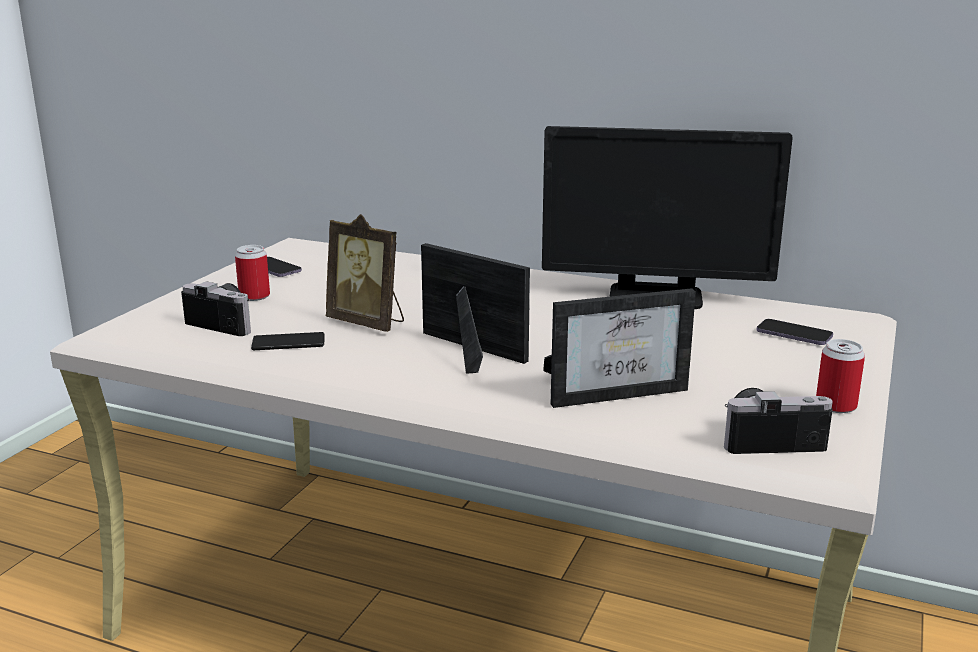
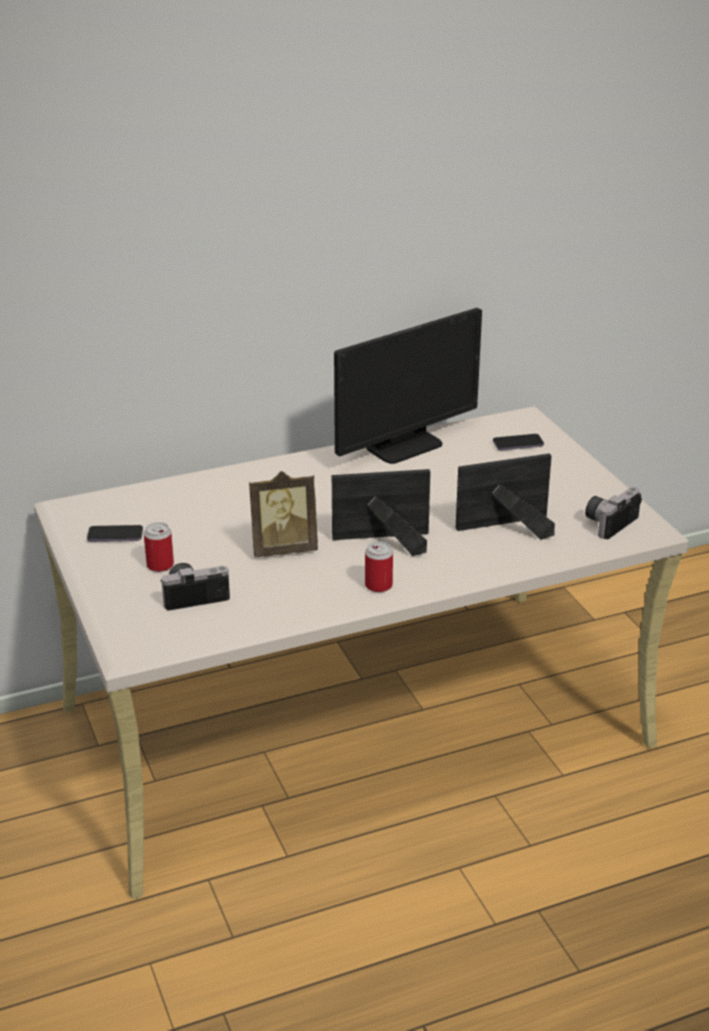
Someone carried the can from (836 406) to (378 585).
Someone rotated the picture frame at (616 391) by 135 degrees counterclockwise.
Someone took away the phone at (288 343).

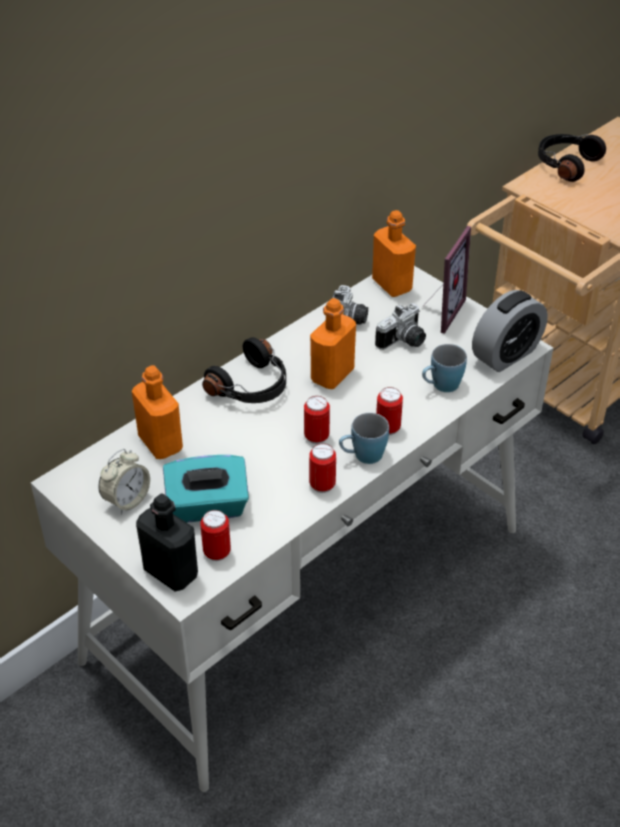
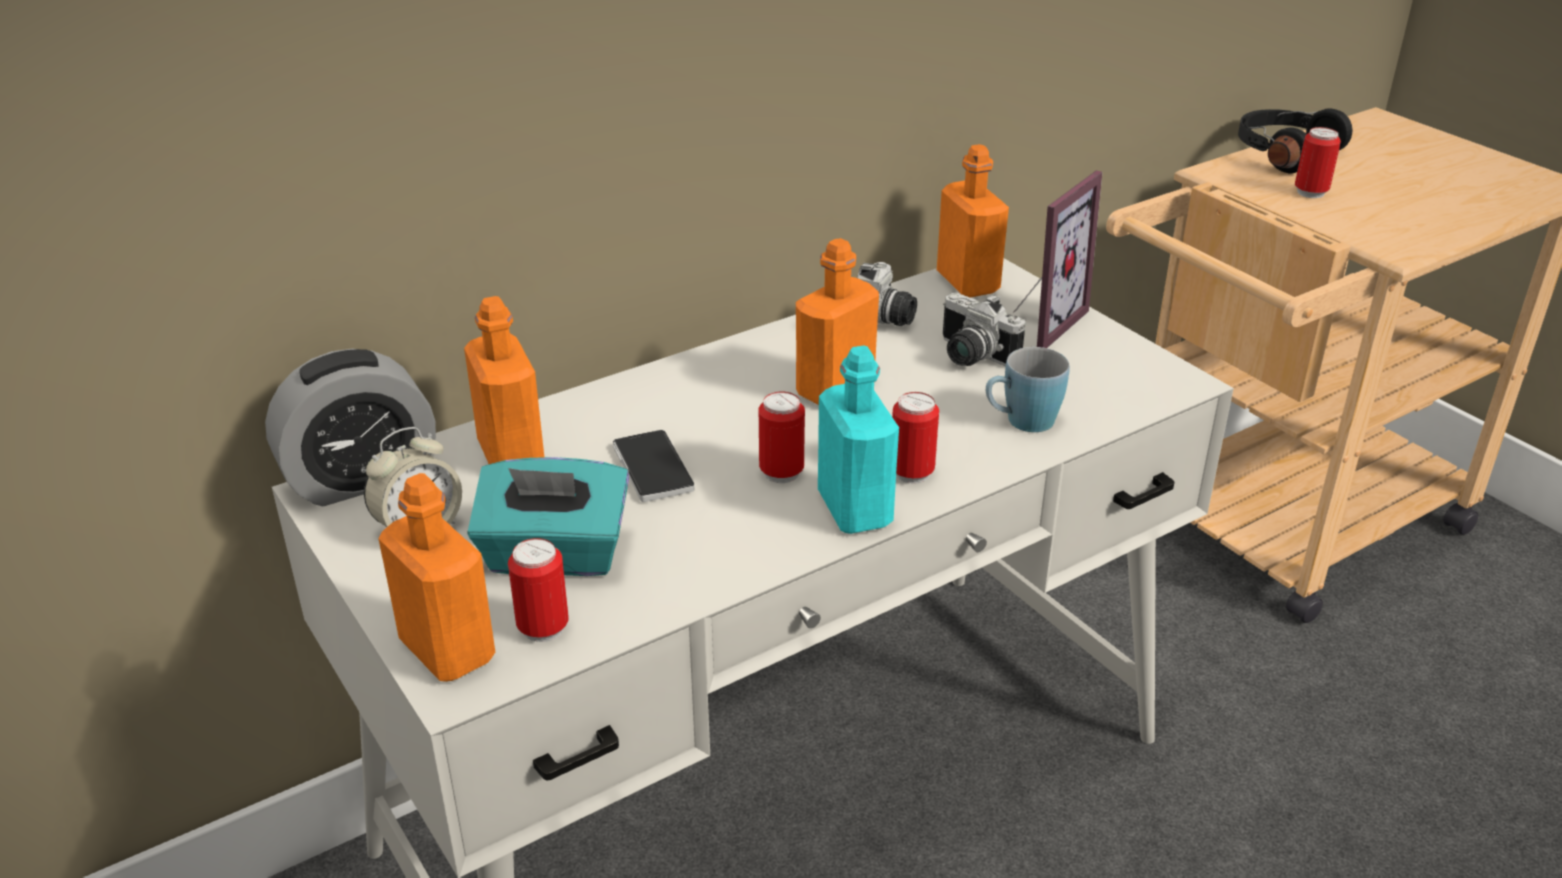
Someone carried the alarm clock from (506 355) to (361 479).
Someone repainted the black bottle at (171 572), which became the orange bottle at (447 650).
Someone put down the phone at (653 468).
Someone swapped the blue mug at (362 456) for the turquoise bottle at (854 509).
Someone rotated the photo camera at (404 342) by 75 degrees clockwise.
Someone carried the can from (322 485) to (1310 192).
Someone took away the black headphones at (252 387).

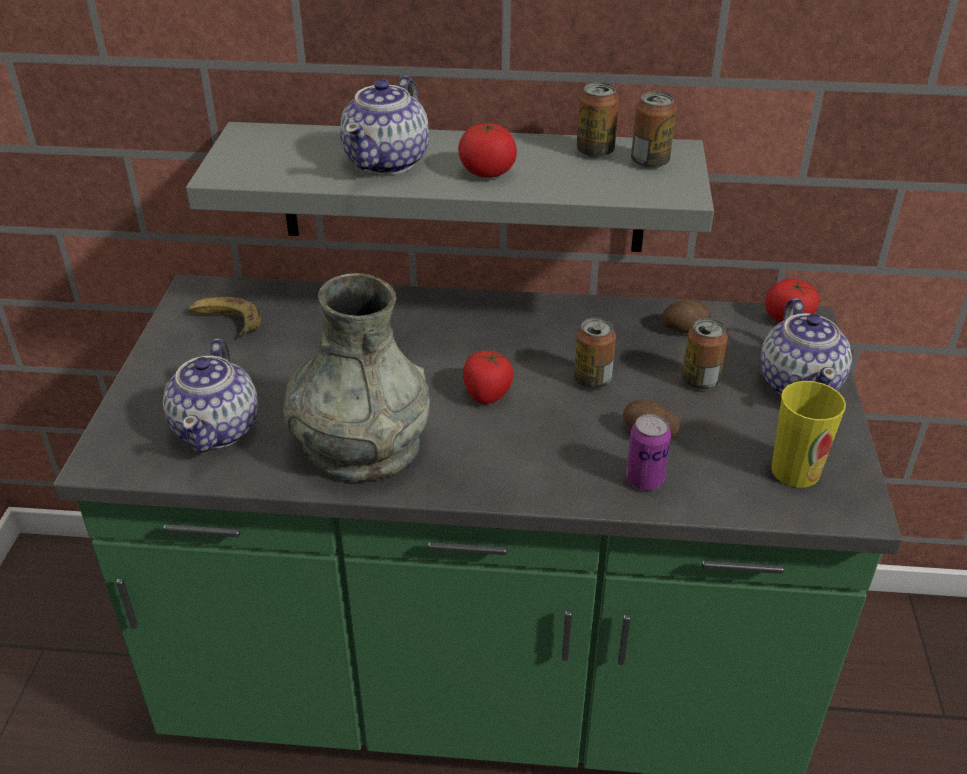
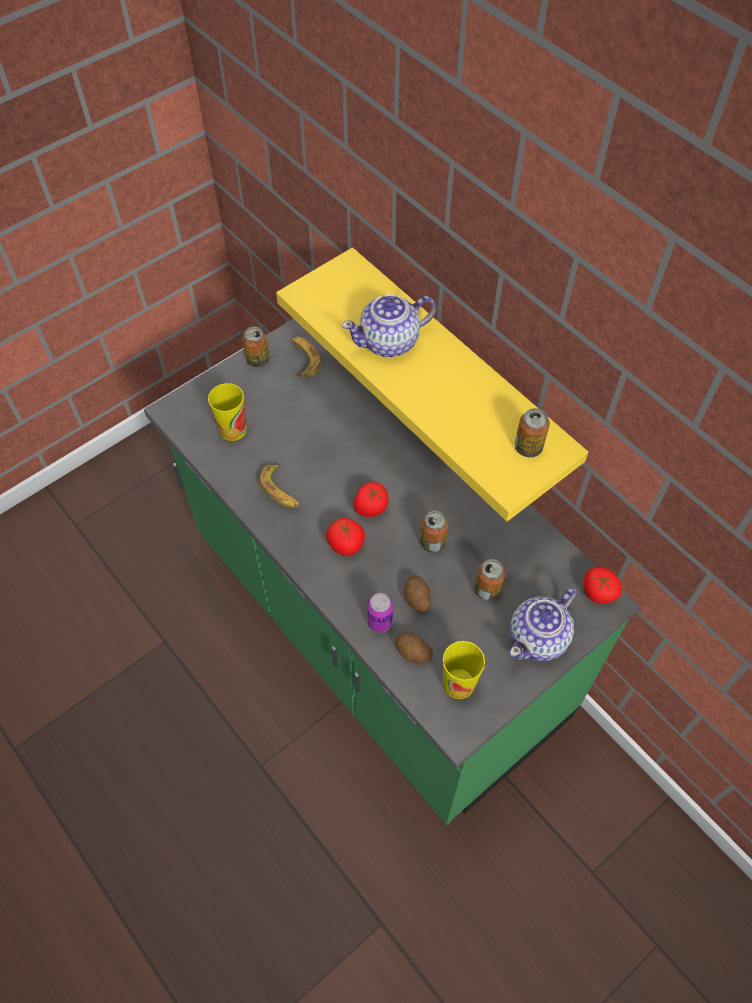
Someone swapped the teapot at (218 429) for the cup at (233 429).
Someone carried the can from (595 151) to (258 360).
Someone swapped the grey vase at (361 444) for the banana at (281 491).
Someone repainted the grey shelf at (462 188), which became the yellow shelf at (458 371).
Someone carried the tomato from (487 172) to (345 544).
Someone carried the potato from (685 329) to (412 652).

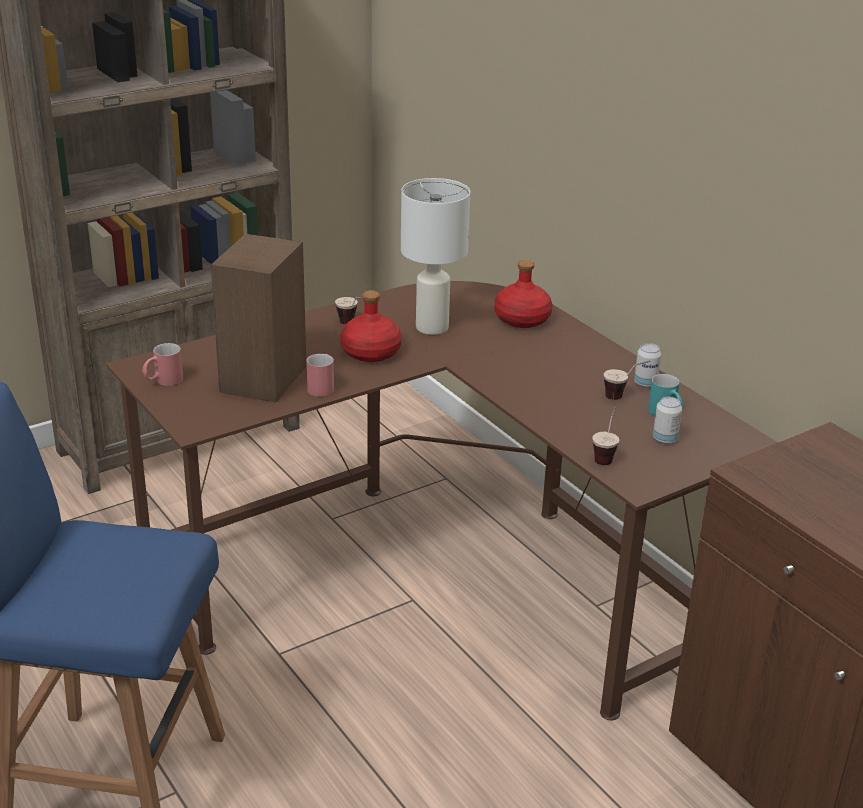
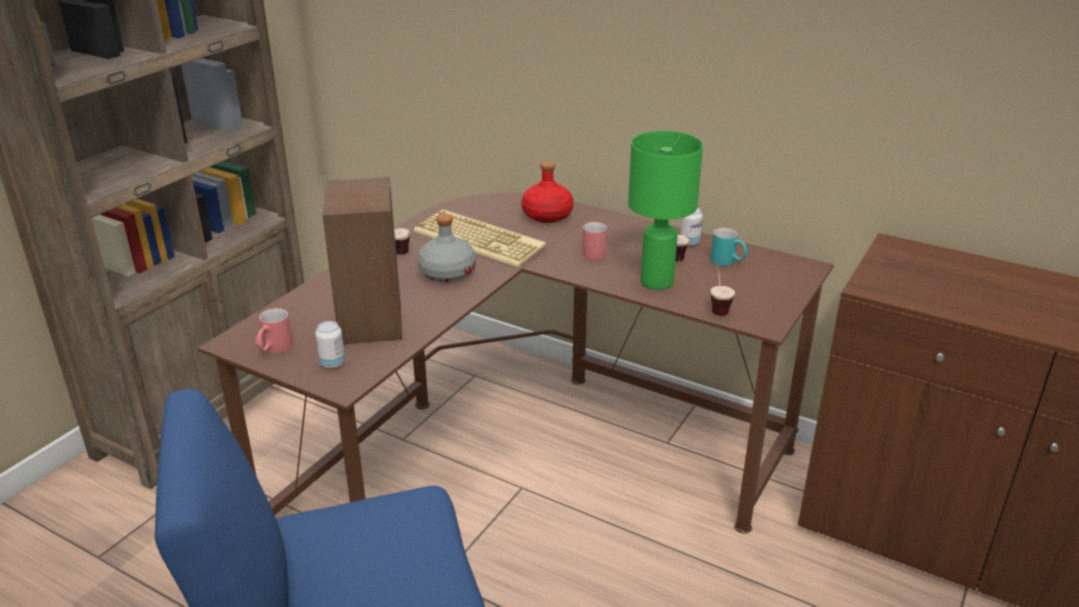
Someone carried the can from (665 439) to (332 363).
Someone swapped the white table lamp at (433 327) for the keyboard at (481 239).
Someone repainted the red bottle at (370 352), which became the grey bottle at (446 273).
Someone carried the red mug from (322 386) to (592 251).
Someone put down the green table lamp at (657 282).

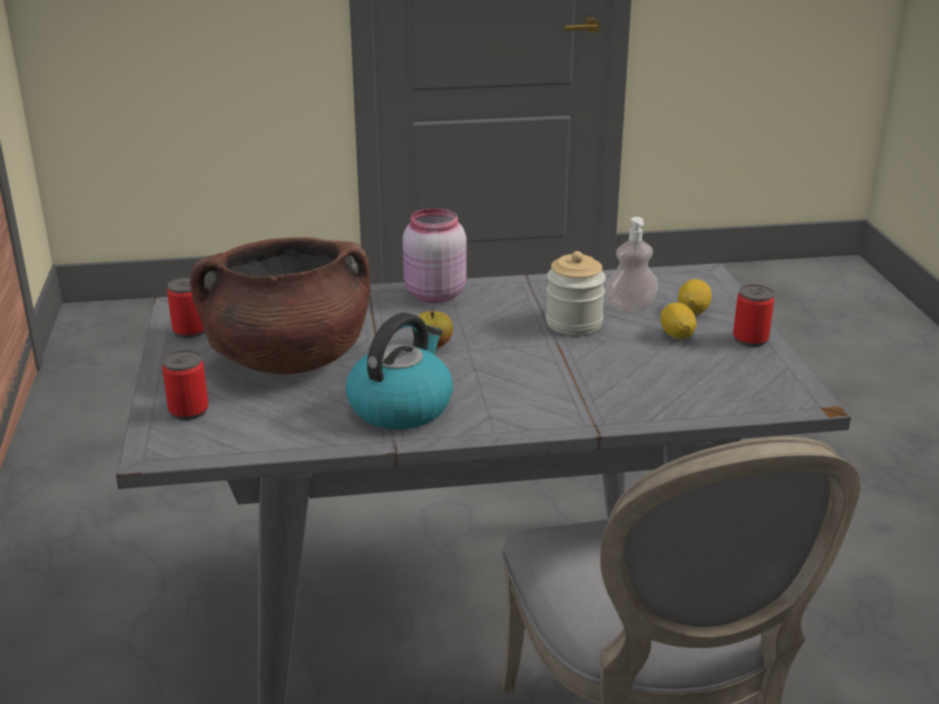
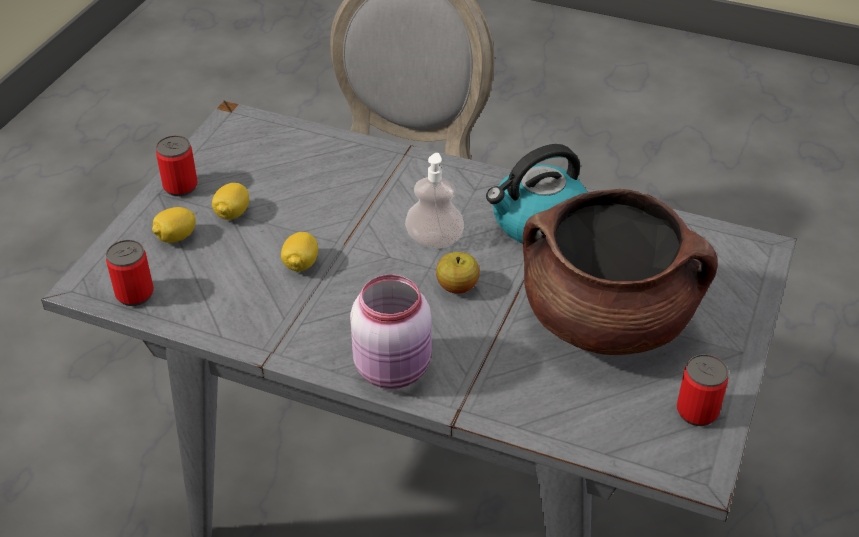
Someone carried the can from (188 411) to (135 294).
Someone swapped the jar at (574 323) for the lemon at (301 264).
Someone carried the soap dispenser from (630 307) to (434 240).

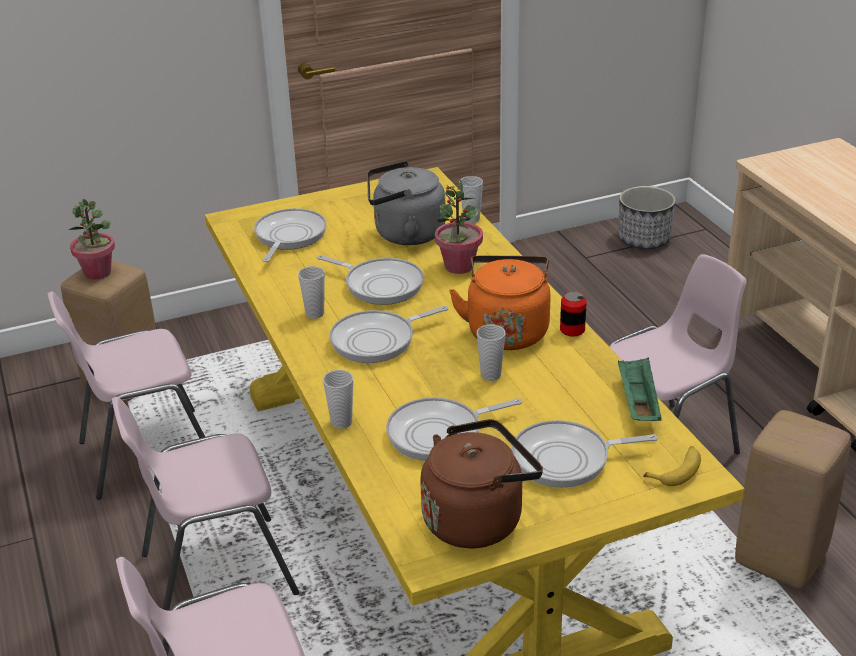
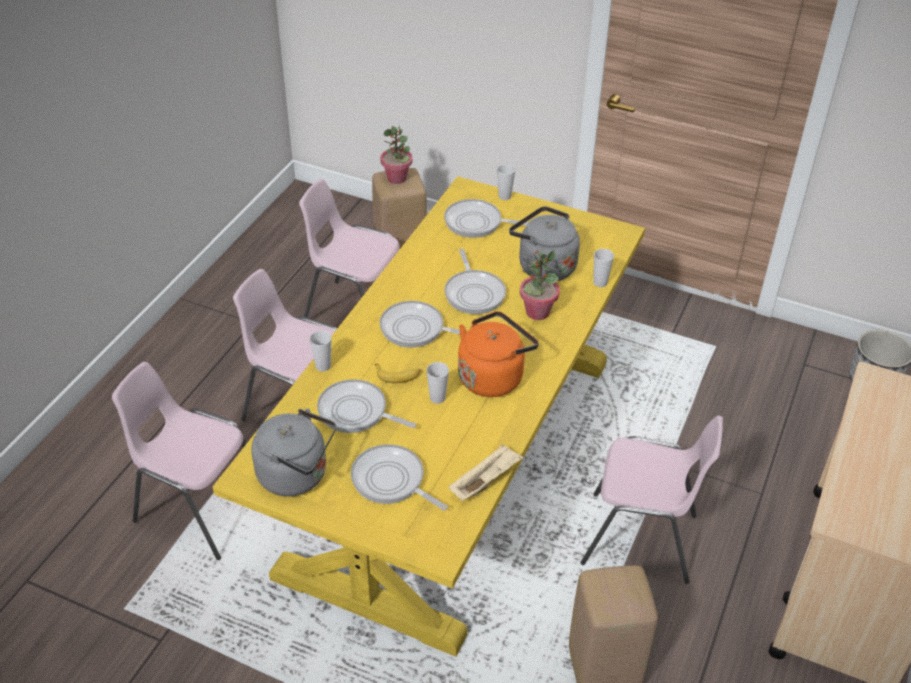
Someone repainted the brown kettle at (477 519), which became the grey kettle at (297 475).
Someone carried the banana from (676 470) to (398 375).
Someone rotated the frying pan at (288 237) by 135 degrees counterclockwise.
Someone repainted the green tray at (637 403), which became the beige tray at (485 481).
Someone carried the cup from (315 314) to (504 196).
Someone took away the can at (572 330).

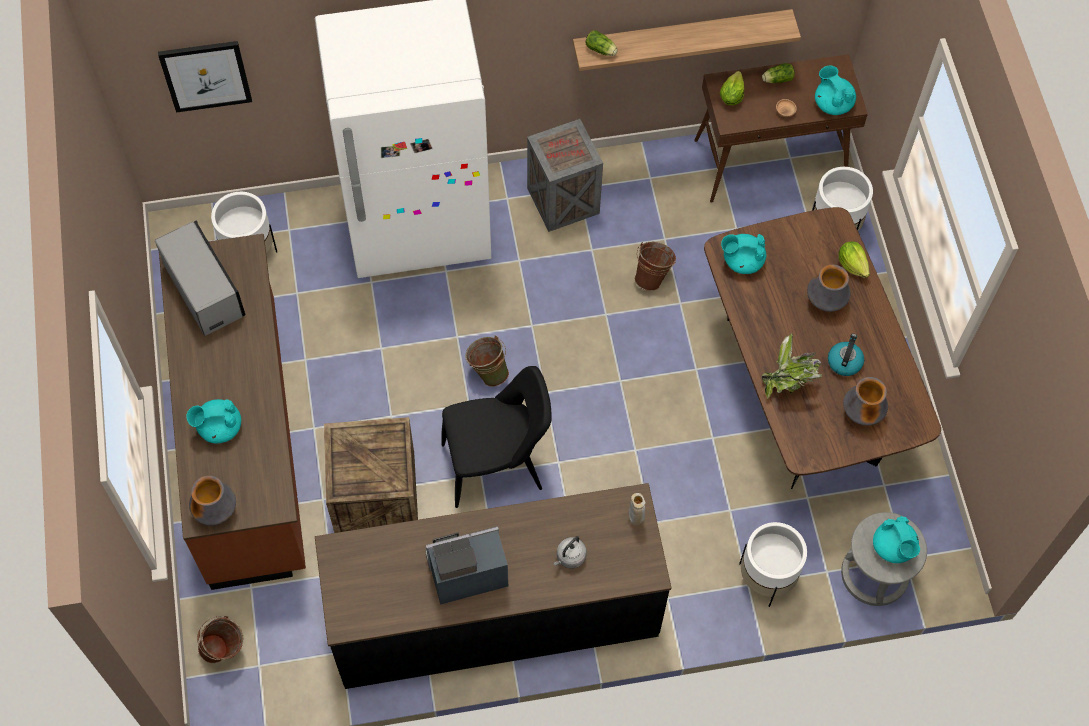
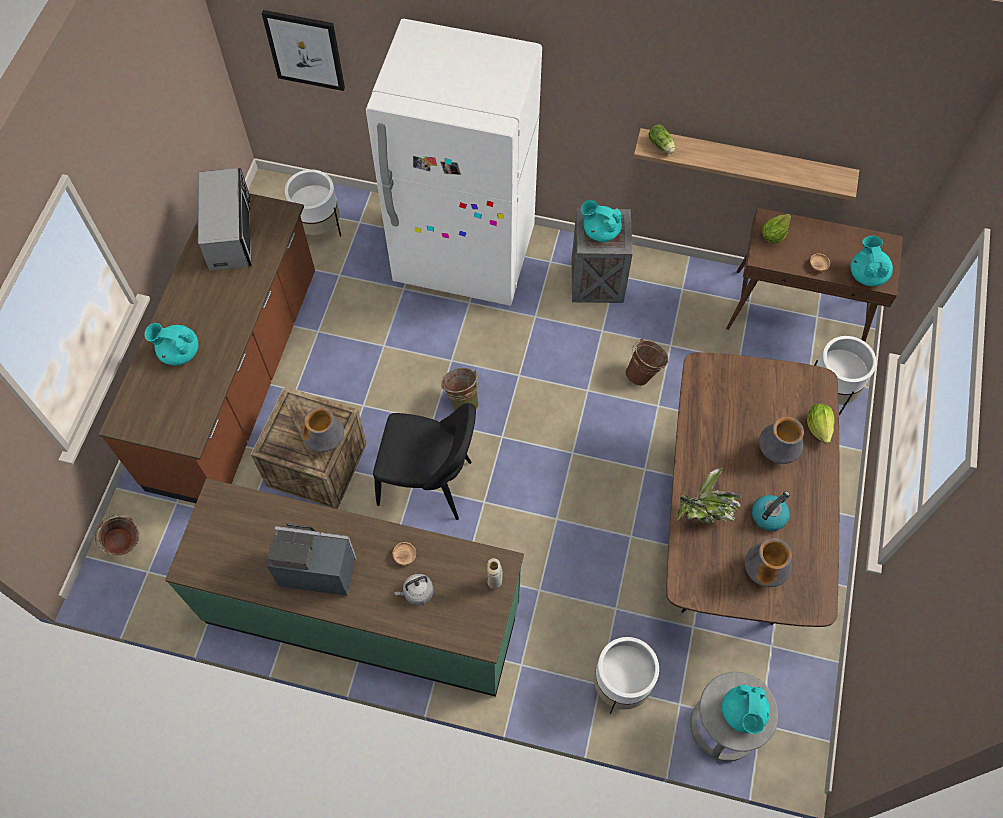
Someone repainted the black counter at (494 613), which became the green counter at (363 612).
Someone carried the vase from (216 511) to (326 441).
Someone put down the brown bowl at (405 556).
Someone carried the turquoise teapot from (742 261) to (600 231).
Someone took away the lettuce at (776 79).

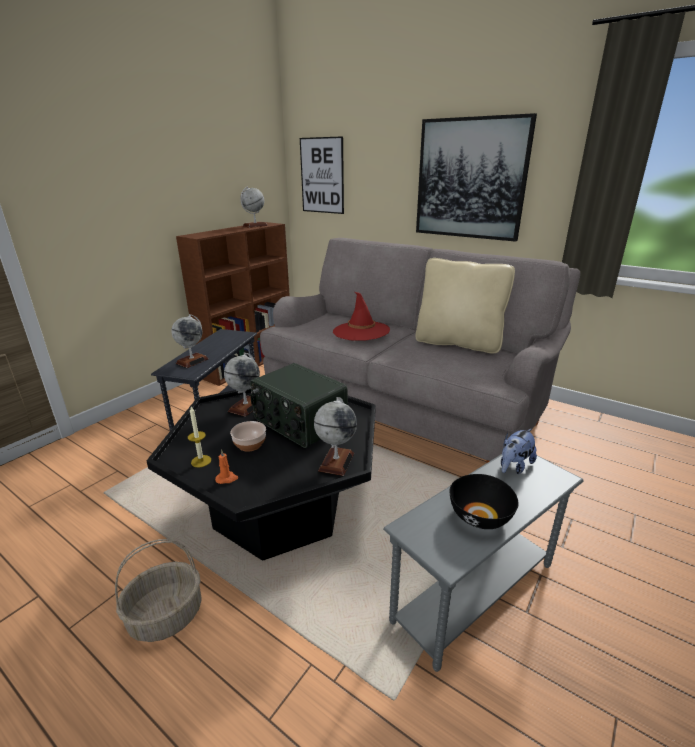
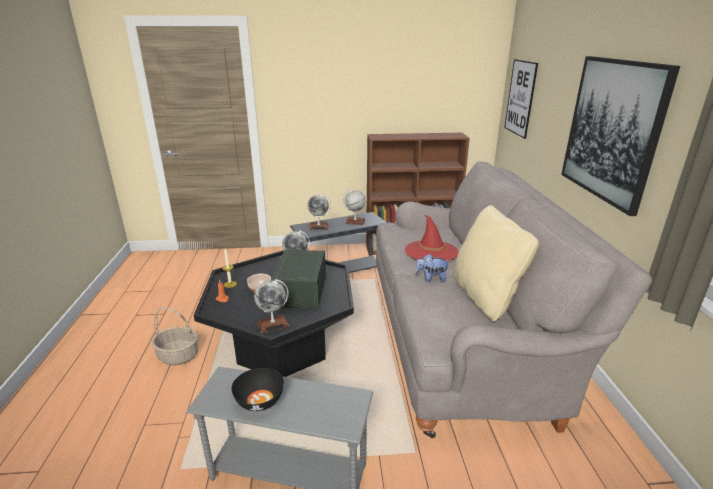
Someone carried the globe from (255 226) to (355 222).
Someone carried the plush toy from (514 466) to (431 279).

